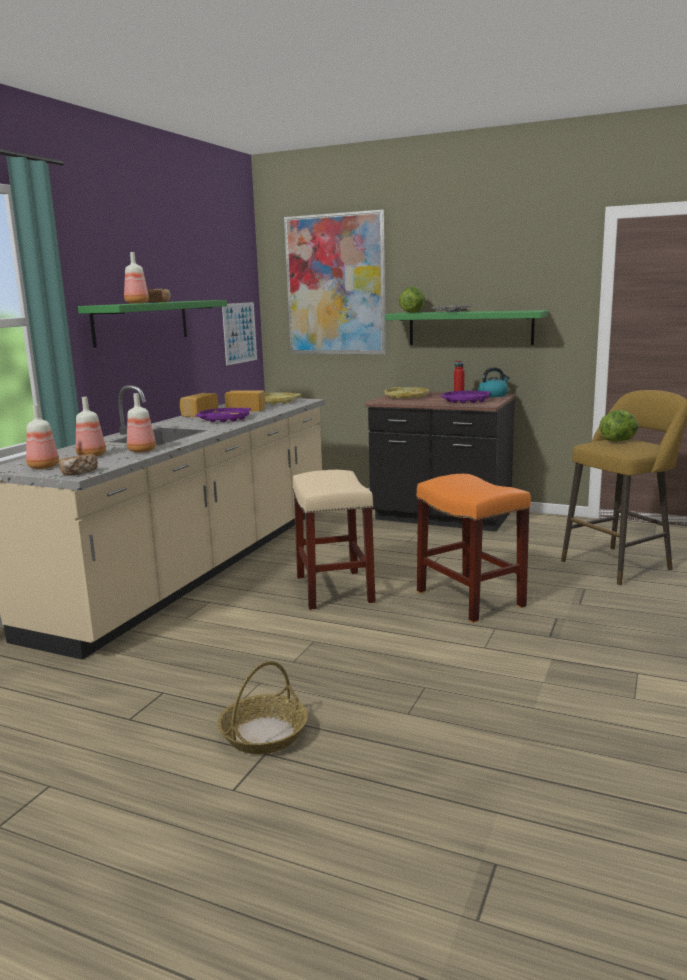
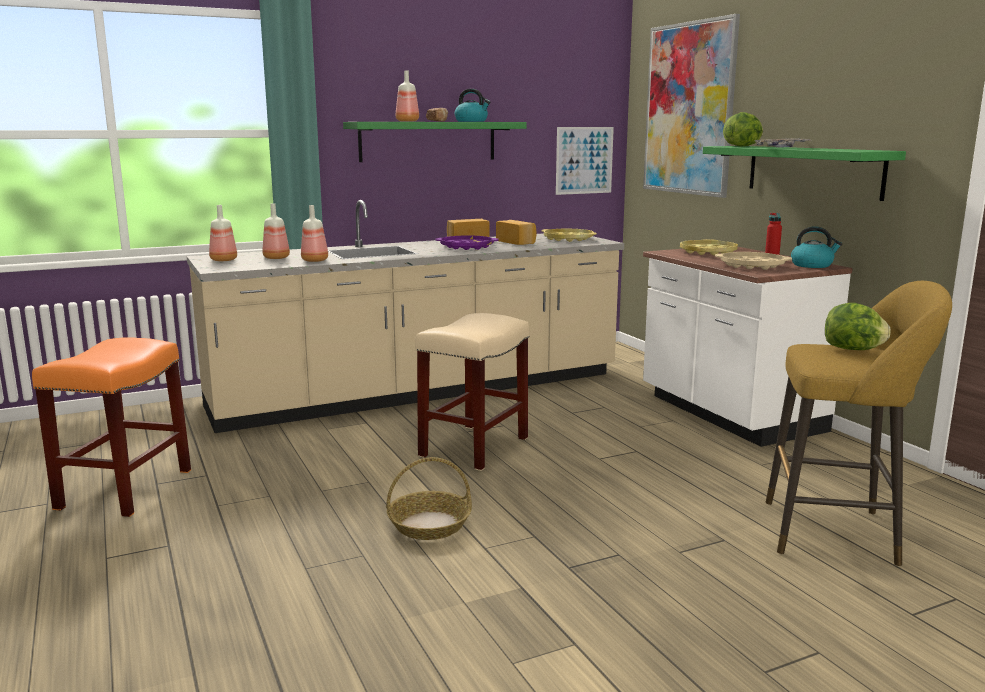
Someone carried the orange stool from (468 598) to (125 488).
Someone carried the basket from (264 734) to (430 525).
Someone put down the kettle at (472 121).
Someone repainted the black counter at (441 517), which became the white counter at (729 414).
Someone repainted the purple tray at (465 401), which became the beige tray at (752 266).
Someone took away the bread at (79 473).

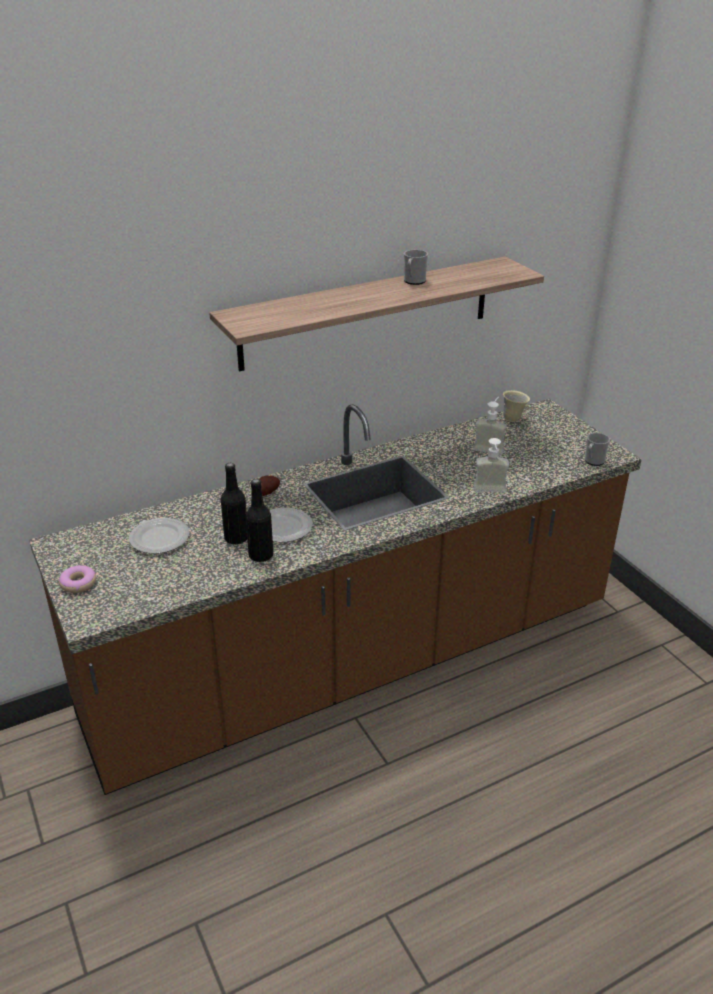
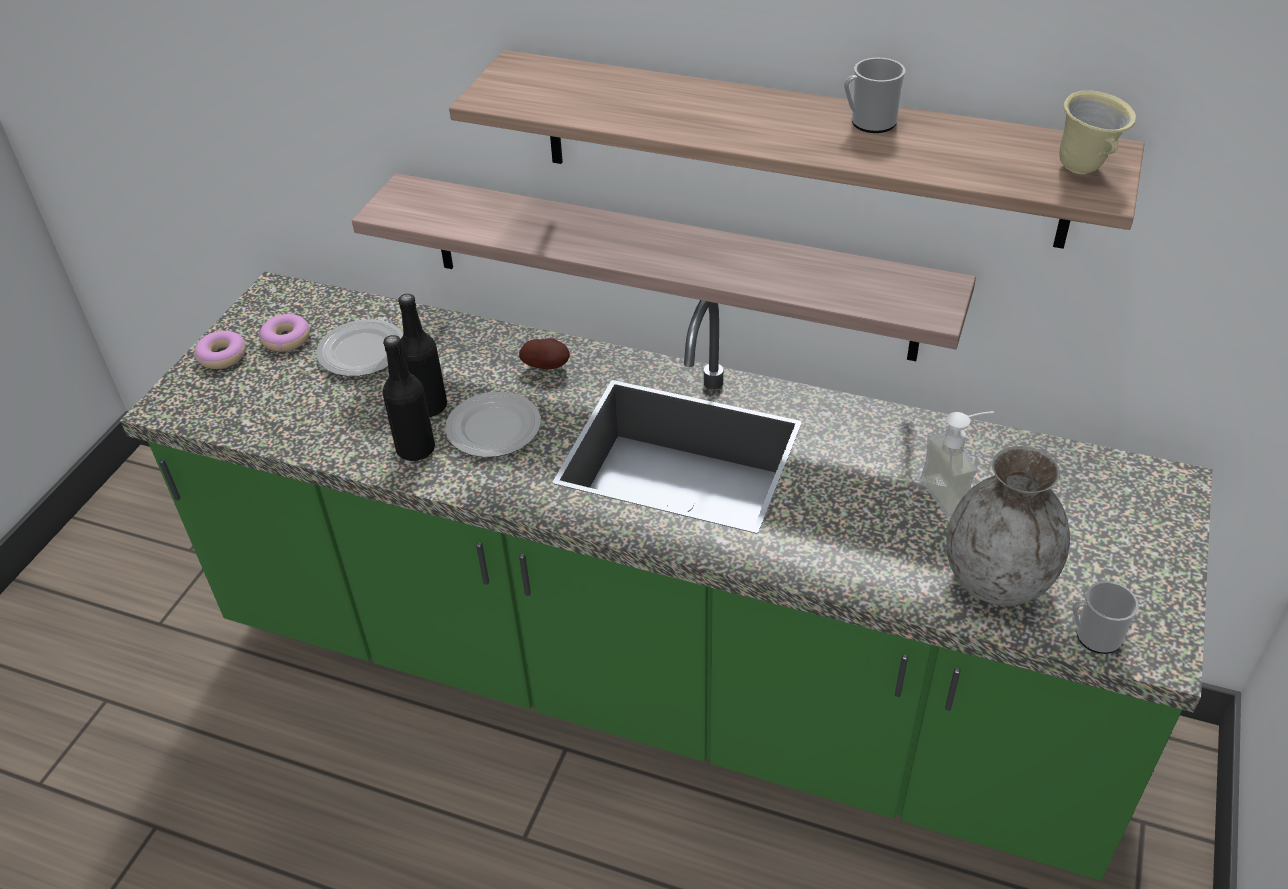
Someone repainted the brown counter at (355 664), which became the green counter at (654 681).
Someone put down the donut at (286 339).
Someone put up the shelf at (667 266).
Someone put down the grey vase at (997 580).
Someone carried the beige mug from (513 419) to (1085 169).
Someone took away the soap dispenser at (490 493).

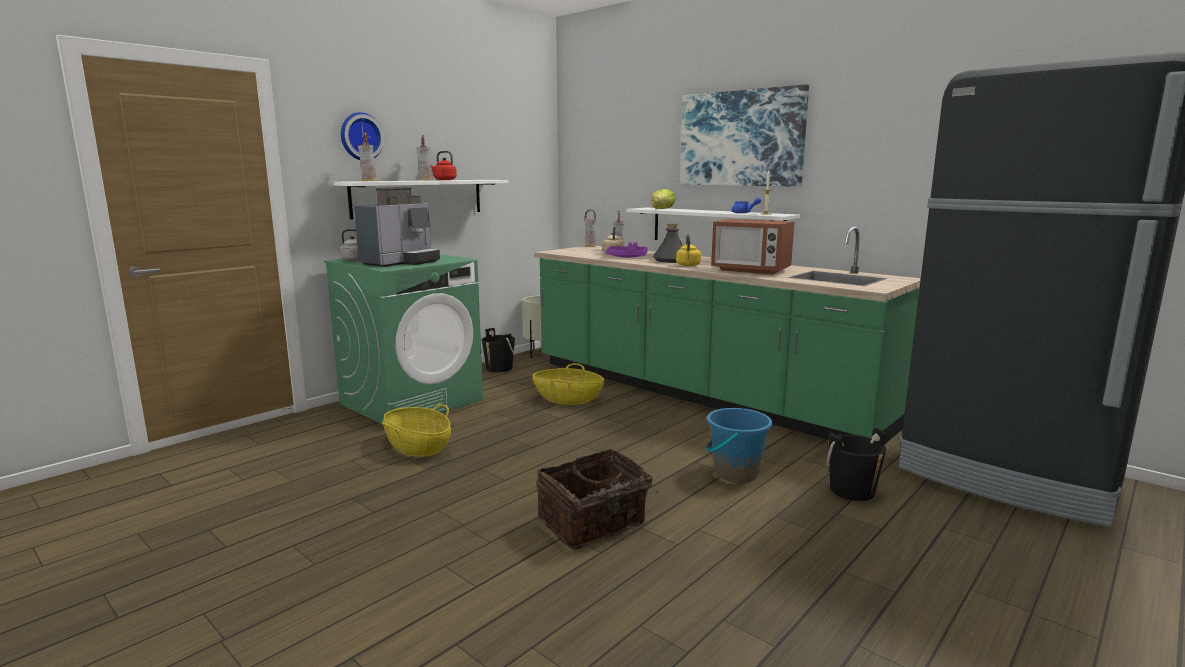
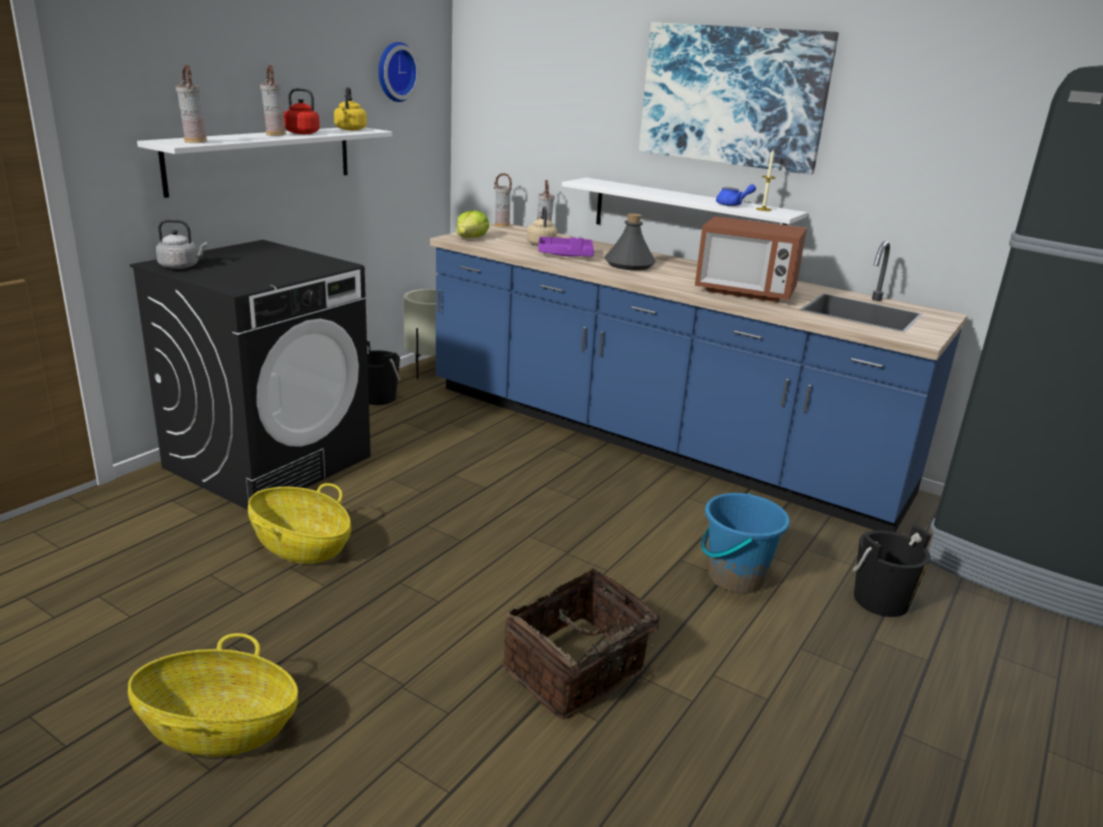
Someone carried the basket from (568 399) to (218 728).
Someone repainted the green washing machine at (412 402), which became the black washing machine at (269 462).
Someone carried the yellow kettle from (688 265) to (350 129).
Someone carried the wall clock from (360 136) to (394 71).
Someone repainted the green counter at (697 393), which became the blue counter at (654 439).
Someone carried the lettuce from (662 209) to (471 238).
Someone took away the coffee machine at (401 262).

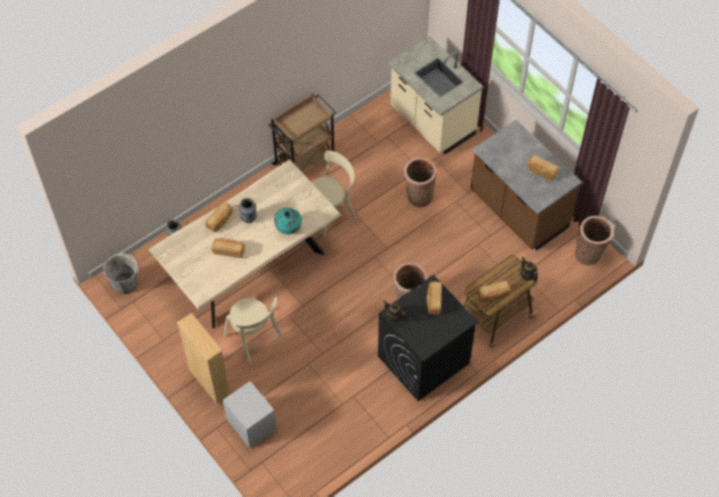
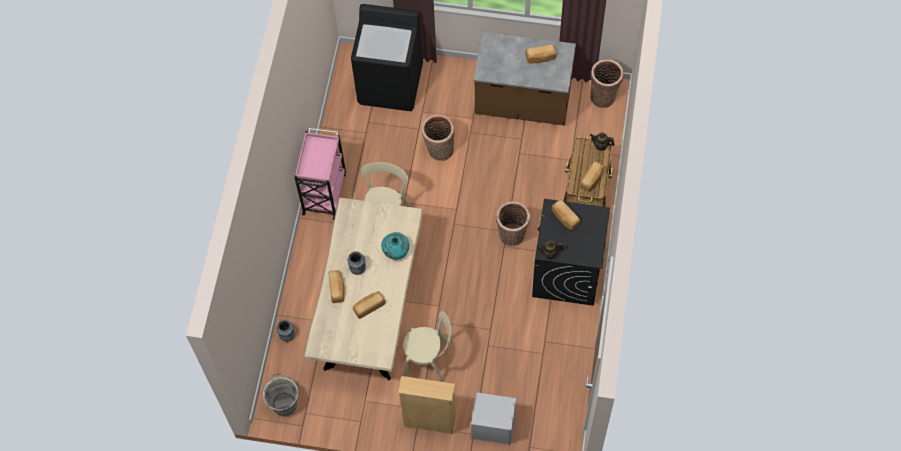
Someone repainted the brown cart at (305 161), which became the pink cart at (324 192).
Someone swapped the beige counter at (431 122) for the black washing machine at (390 84).

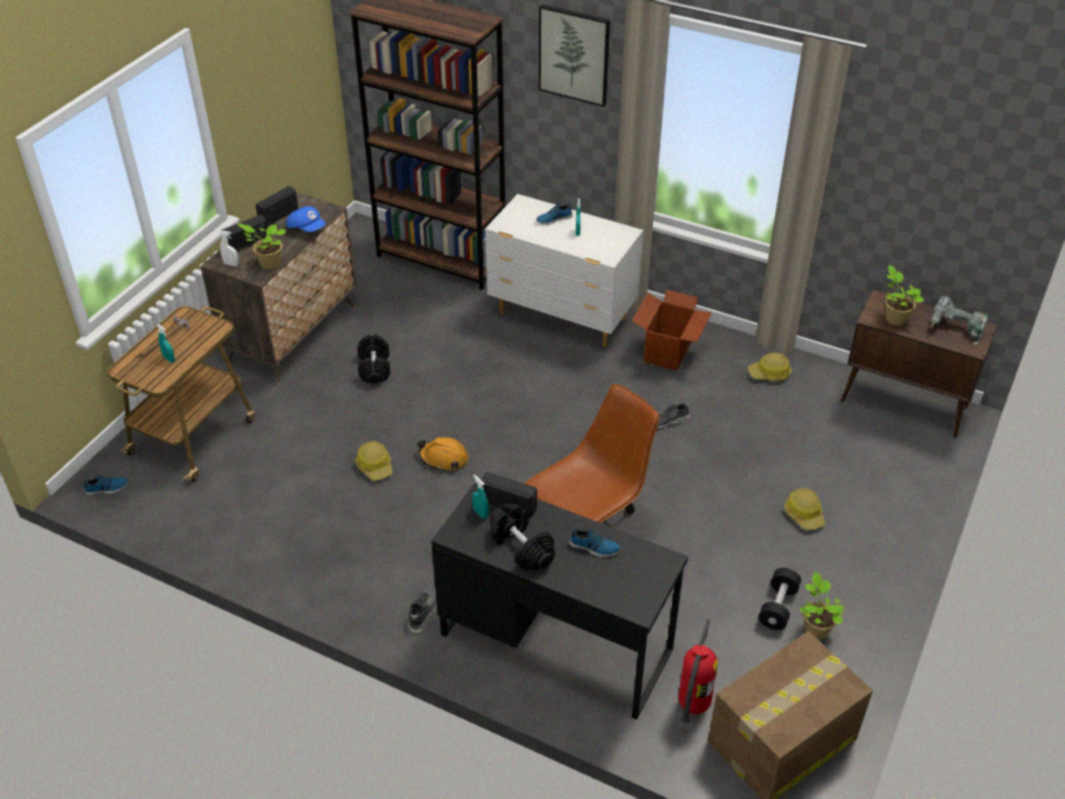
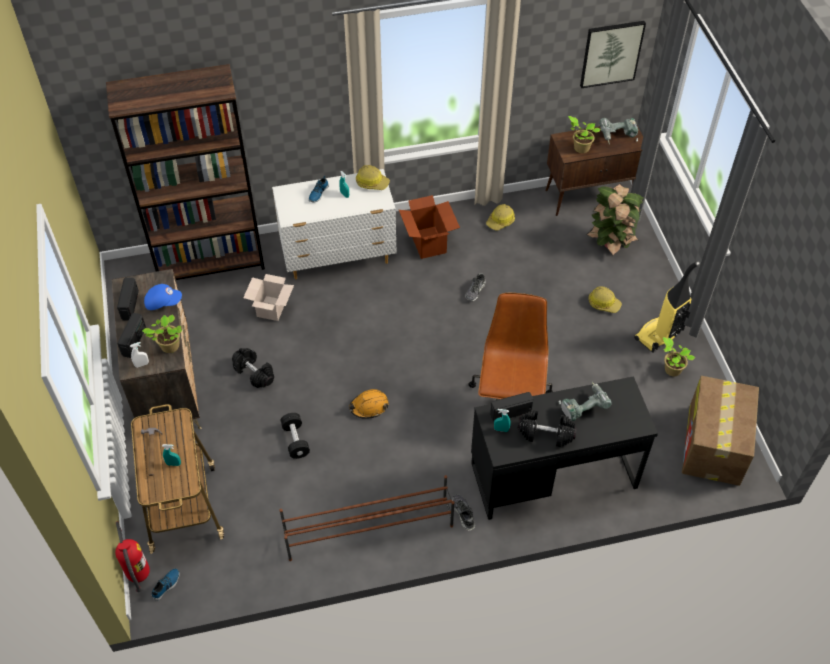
Someone carried the fire extinguisher from (692 705) to (138 575).
Someone put down the cardboard box at (271 308).
Someone put down the brown shoe rack at (368 529).
Someone carried the black dumbbell from (778 607) to (295 440).
Someone carried the hard hat from (375 466) to (372 182).
Someone swapped the shoe at (594 547) for the power drill at (583 406).
Someone carried the picture from (574 55) to (611 53).
Someone put down the potted plant at (611 242).
Someone put down the vacuum cleaner at (659 335).

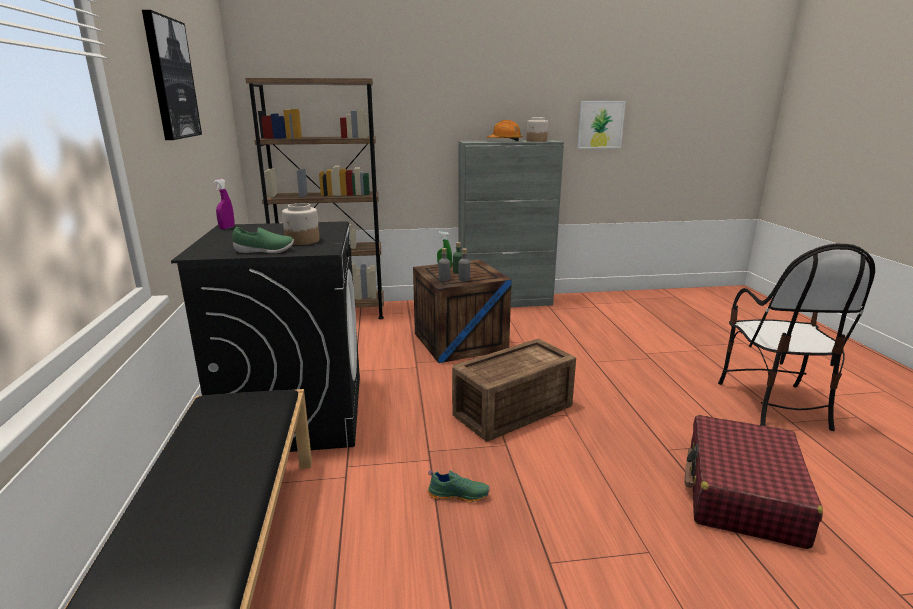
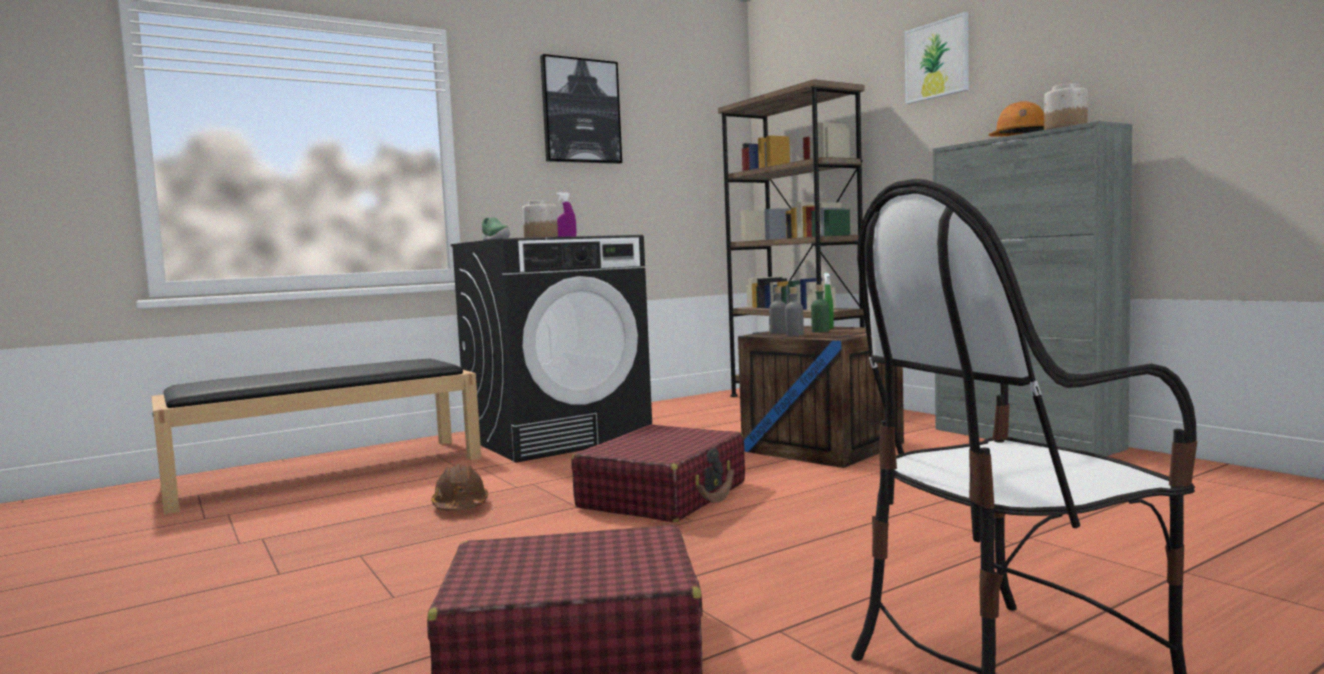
Someone swapped the green shoe at (458 494) for the brown hard hat at (460 506).
Someone swapped the crate at (510 410) for the red suitcase at (664 495).
Someone carried the picture from (600 124) to (937 60).

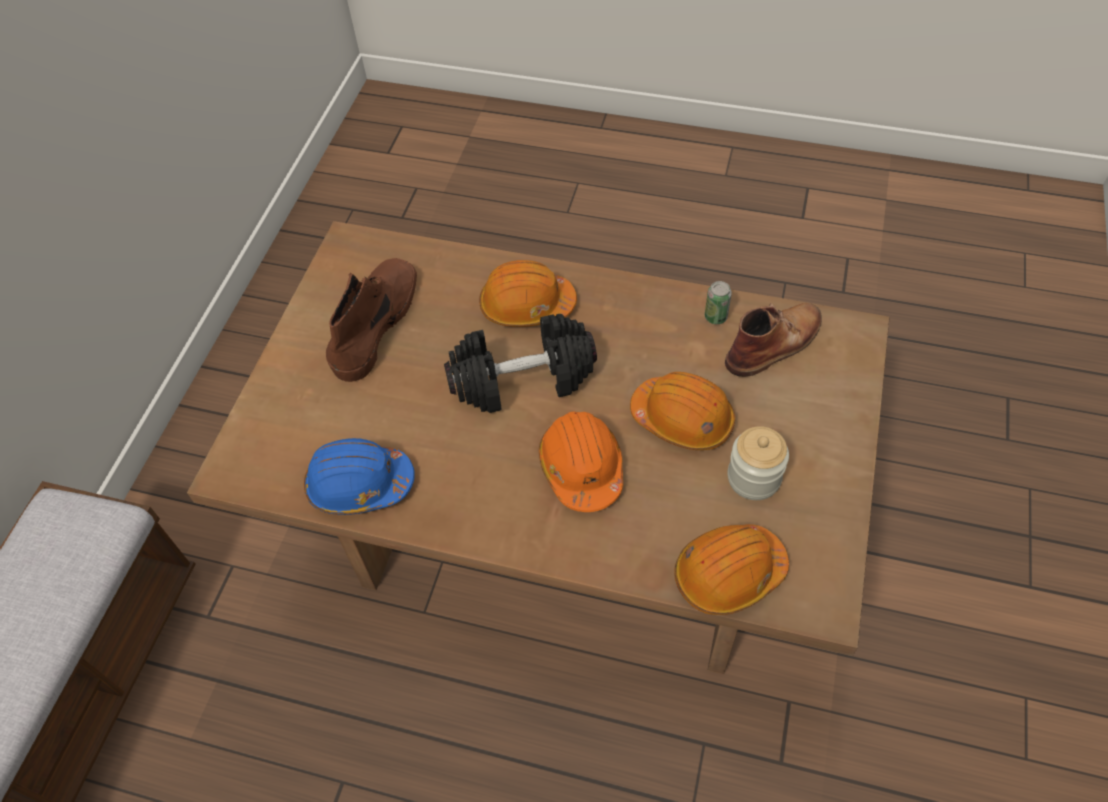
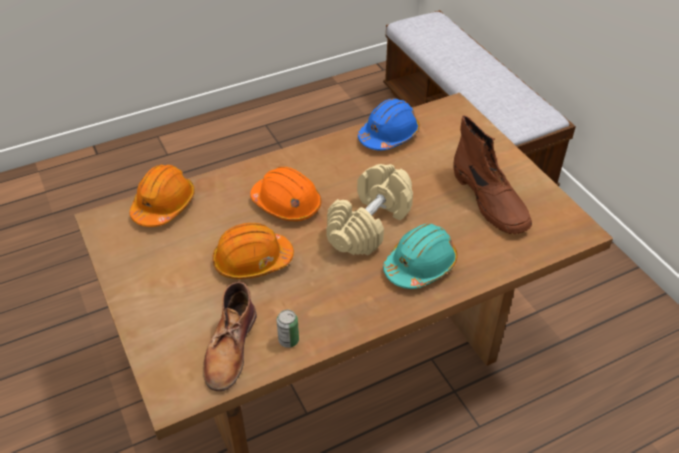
Someone repainted the black dumbbell at (522 380), which became the beige dumbbell at (369 224).
Someone repainted the orange hard hat at (526 306), which became the turquoise hard hat at (420 265).
Someone took away the jar at (753 478).

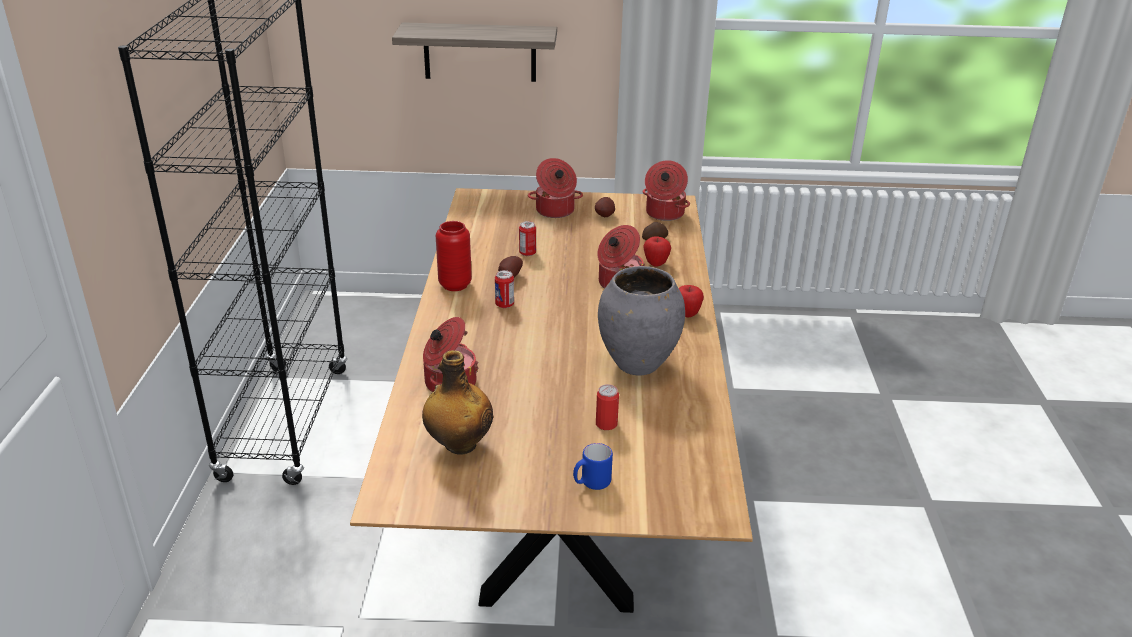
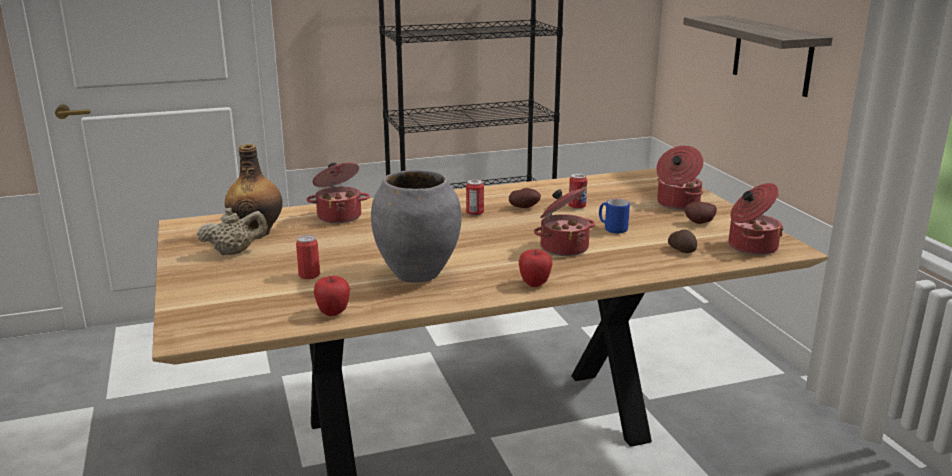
Someone put down the beige teapot at (235 252).
Someone carried the apple from (656 263) to (333 313).
Someone carried the blue mug from (591 483) to (612 229).
Someone took away the red vase at (455 285).

